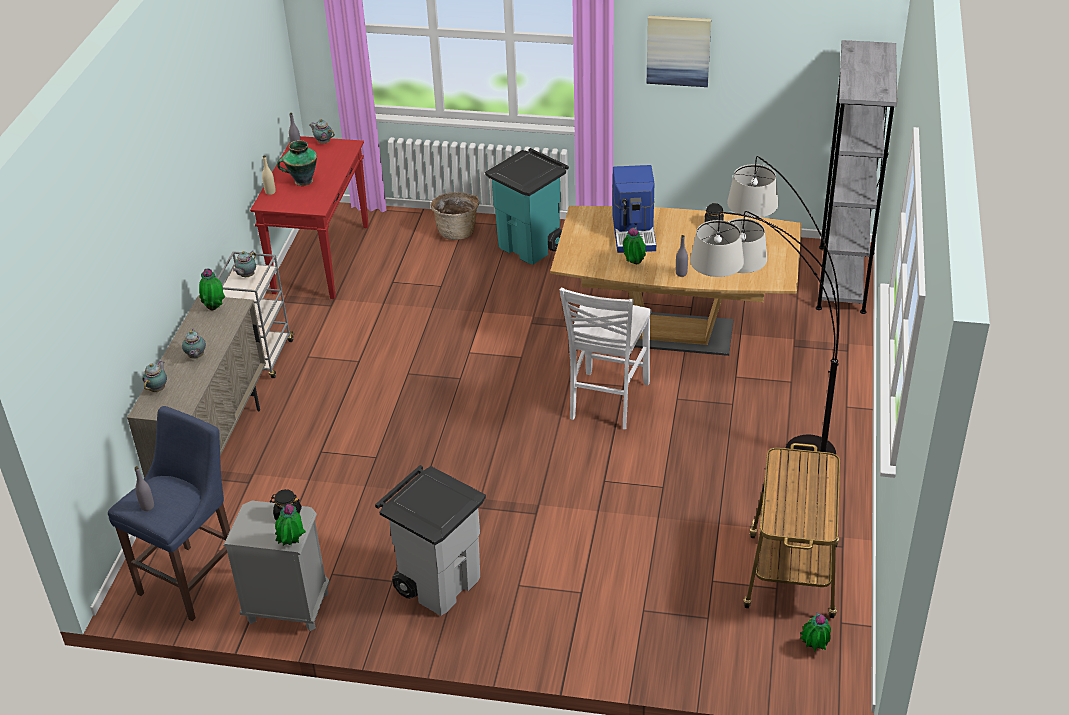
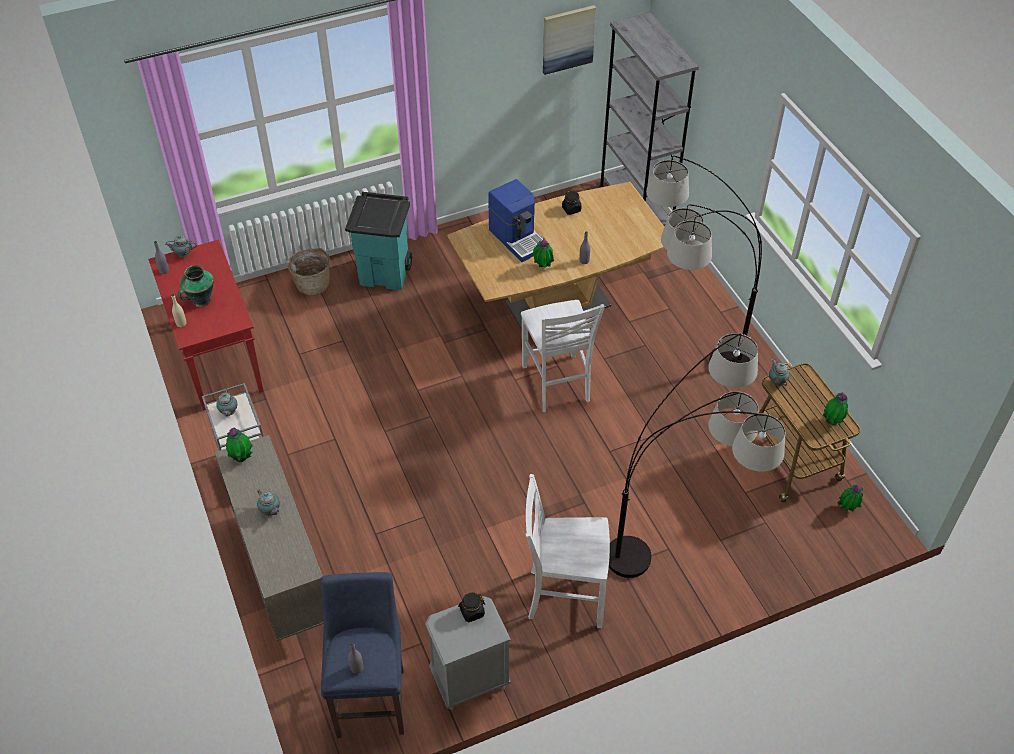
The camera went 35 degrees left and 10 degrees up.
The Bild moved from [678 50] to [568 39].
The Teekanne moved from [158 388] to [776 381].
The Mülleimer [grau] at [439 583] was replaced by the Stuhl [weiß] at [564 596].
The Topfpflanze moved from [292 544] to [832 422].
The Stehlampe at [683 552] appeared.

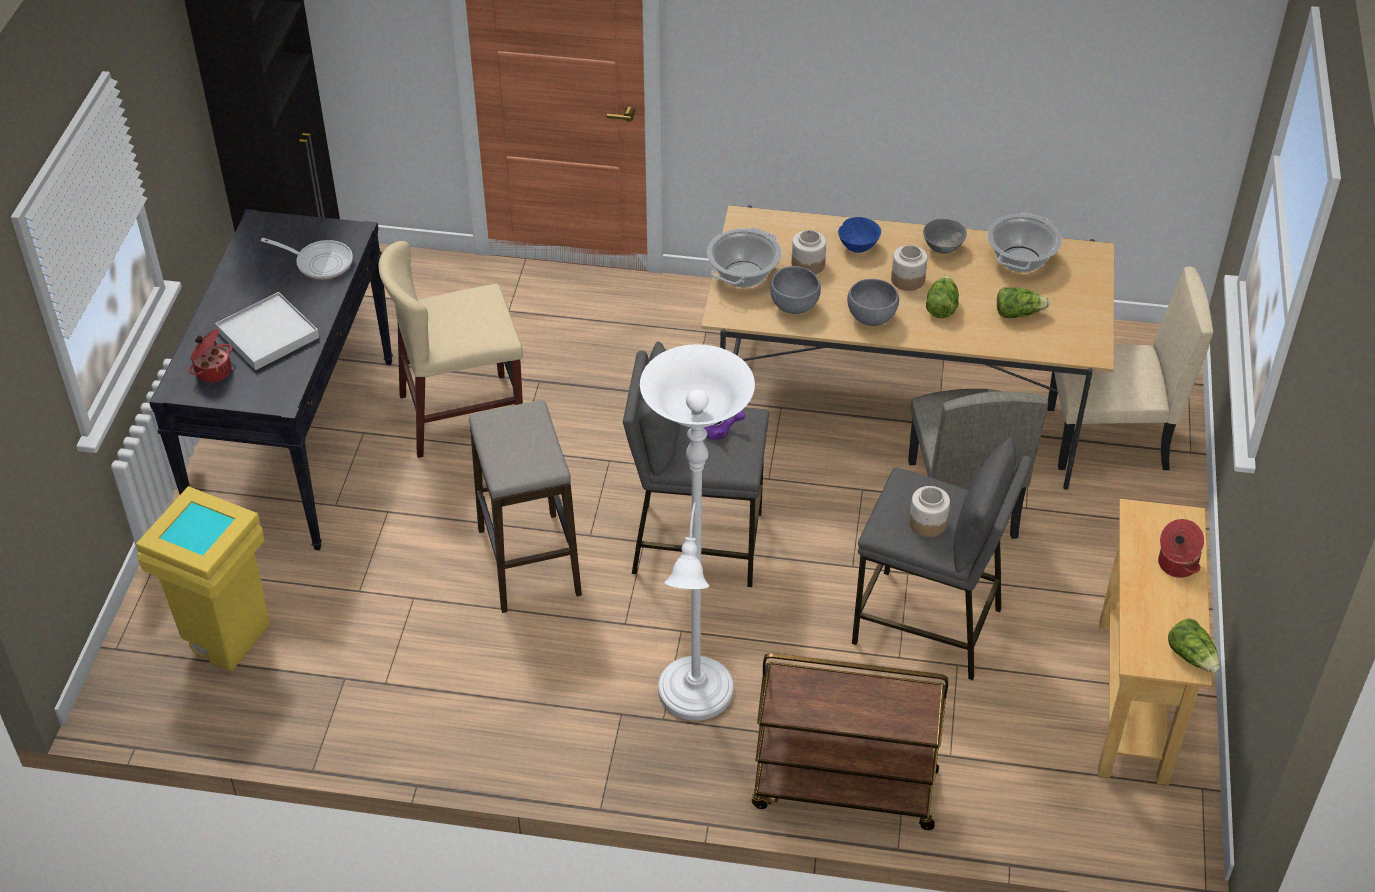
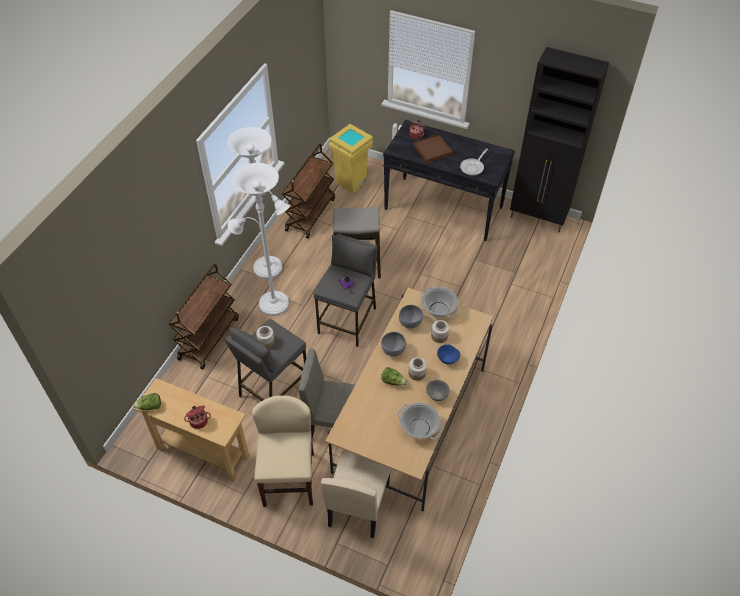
The camera went 105 degrees right and 5 degrees up.
The Stuhl [beige] moved from [462 414] to [289 479].
The Salatkopf at [1018 313] disappeared.
The Tablett [weiß] at [267 334] became the Tablett [braun] at [432 150].
The Stehlampe [weiß] at [271 269] appeared.
The Rollwagen [braun] at [310 214] appeared.

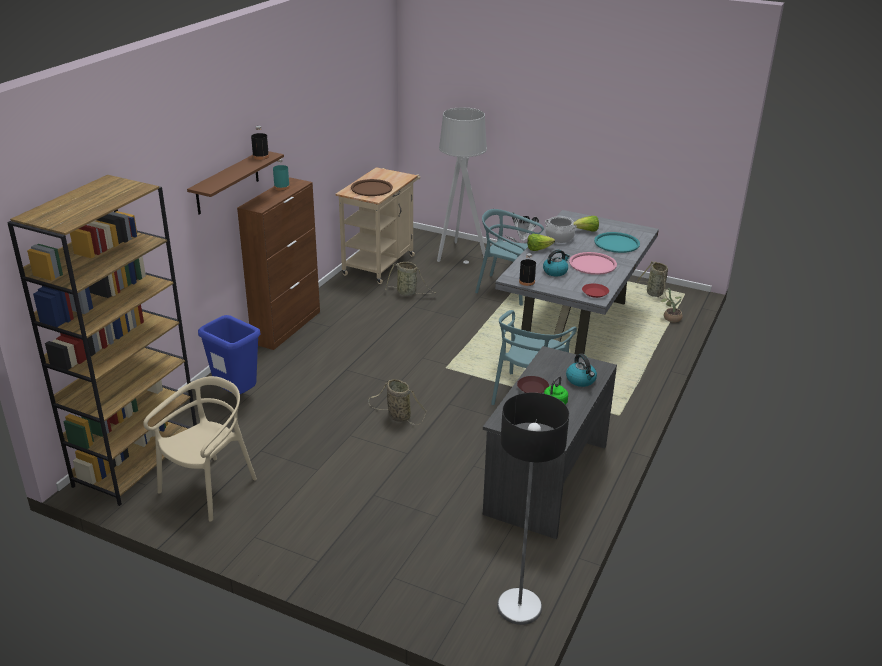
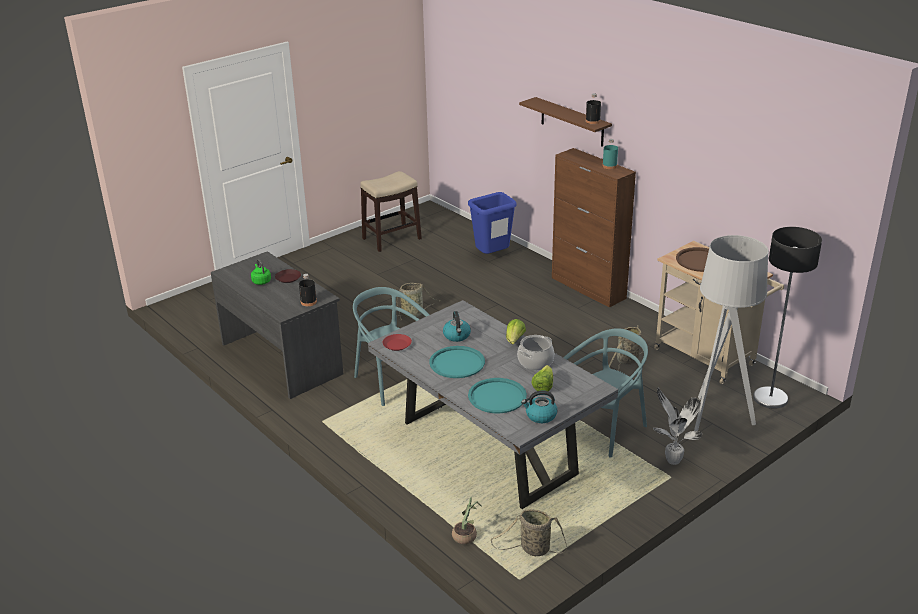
The camera went 115 degrees right and 0 degrees up.
The Bücherregal [braun] at [137 461] disappeared.
The Tablett [rosa] at [592 264] became the Tablett [türkis] at [457 363].
The Flasche [schwarz] moved from [527 282] to [308 302].
The Wasserkessel moved from [581 380] to [540 416].
The Stuhl [beige] at [209 488] was replaced by the Hocker at [391 239].
The Stehlampe moved from [519 607] to [770 398].

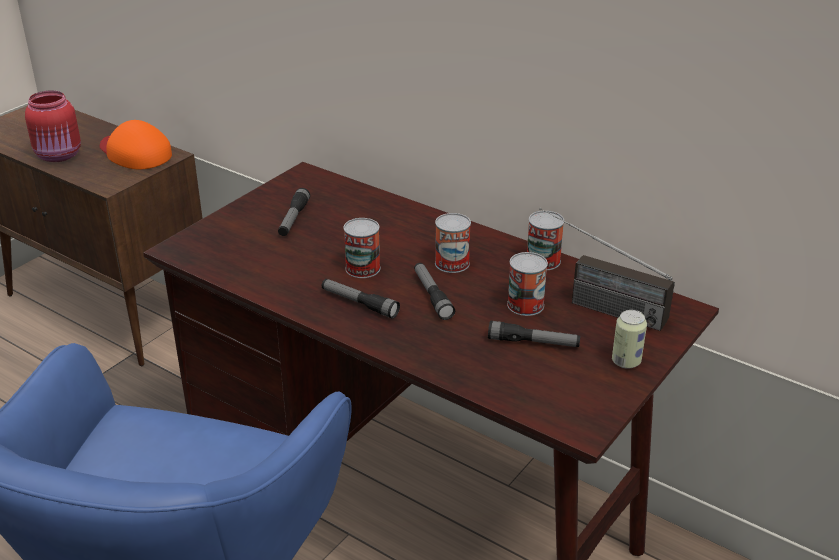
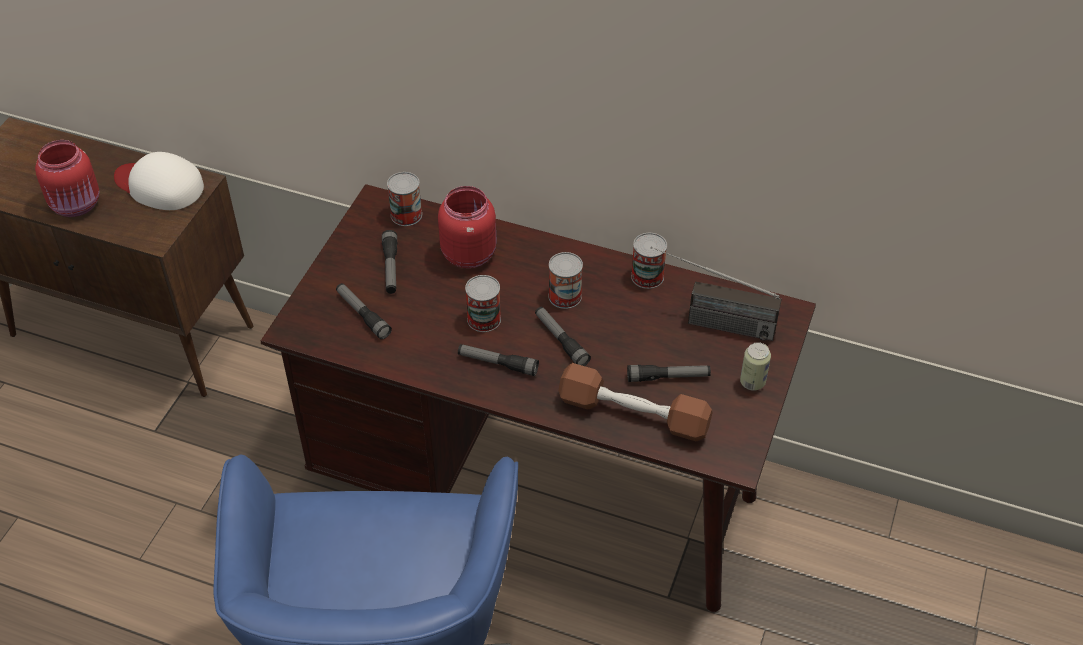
The camera went 15 degrees left and 15 degrees up.
The Kappe [orange] at [134 153] became the Kappe [weiß] at [159 185].
The Dose moved from [525 305] to [406 215].
The Vorratsglas [rot] at [469 253] appeared.
The Taschenlampe at [362 315] appeared.
The Hantel [braun] at [633 414] appeared.

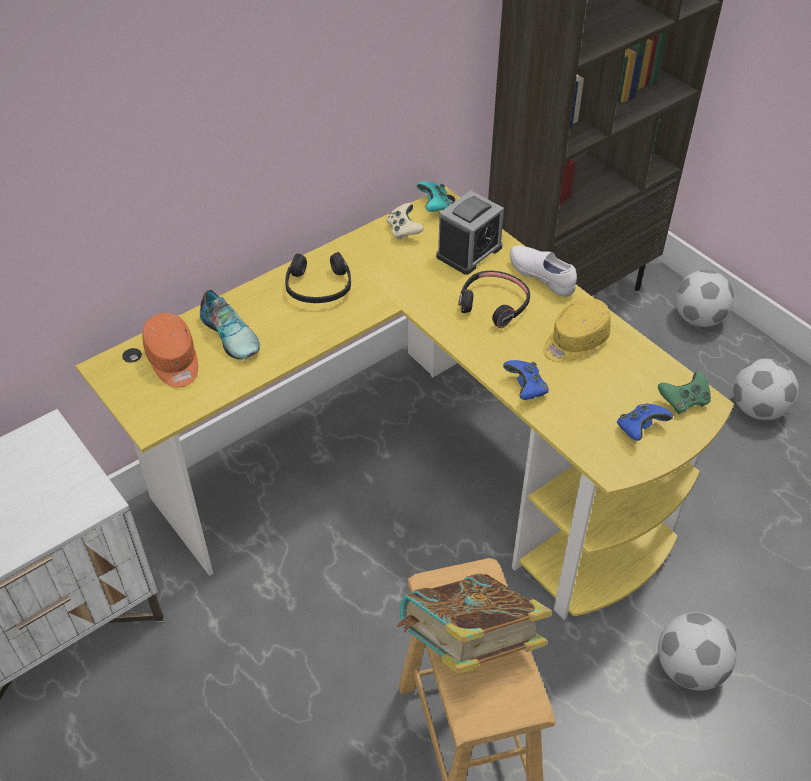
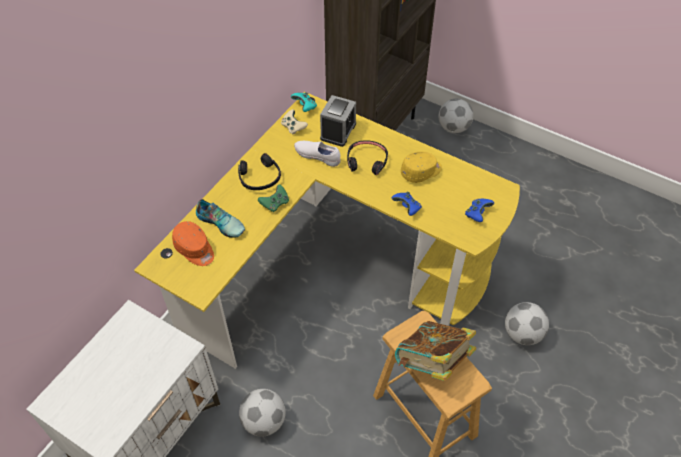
The camera went 20 degrees left and 5 degrees up.
The Schuh [weiß] moved from [542 277] to [318 157].
The Kappe [gelb] at [574 342] turned 150 degrees counterclockwise.
The Fußball moved from [758 409] to [264 421].
The Gamepad [grün] moved from [683 401] to [275 204].

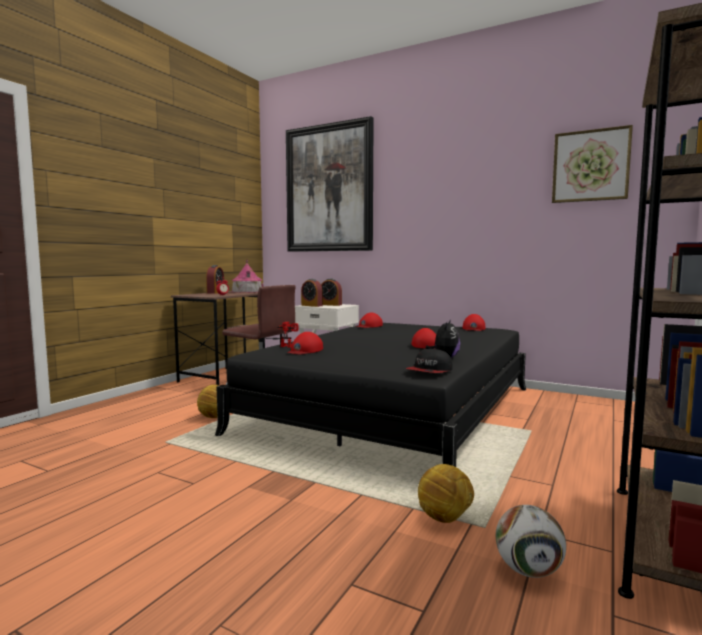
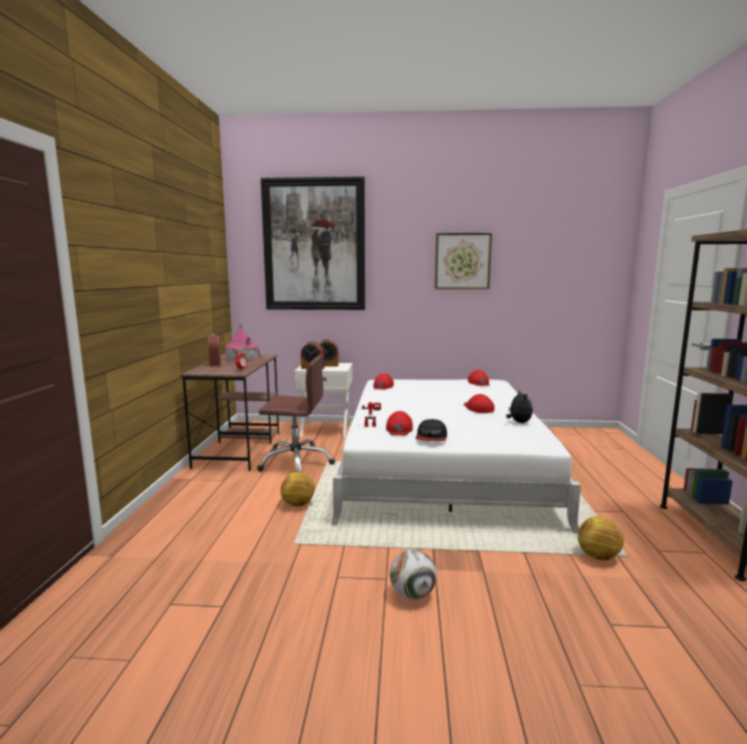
The camera went 25 degrees left and 5 degrees up.
The Bild moved from [590 166] to [462 261].
The Bett [schwarz] at [394 409] became the Bett [weiß] at [441 465].
The Kappe moved from [430 371] to [431 438].
The Fußball moved from [528 570] to [413 594].

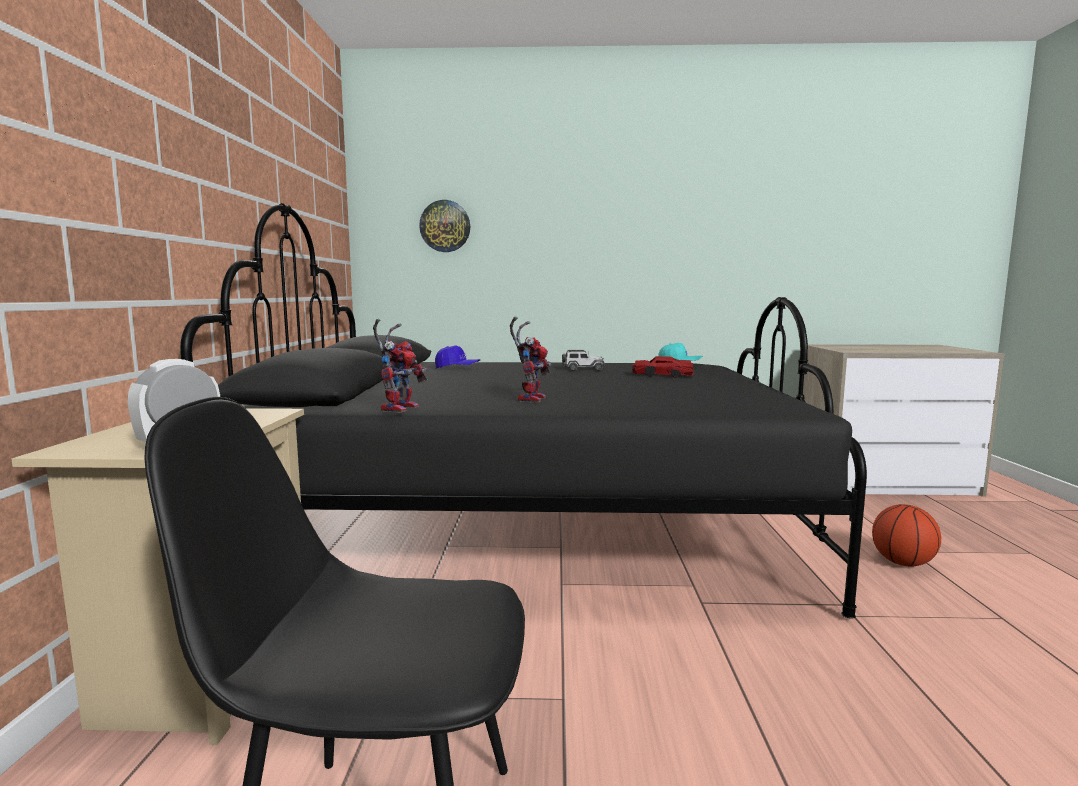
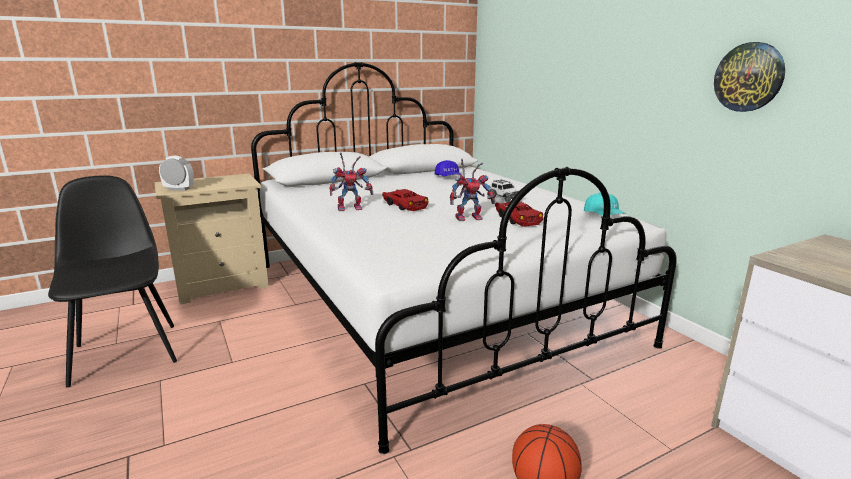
The camera went 60 degrees right and 10 degrees up.
The Wanduhr moved from [445 226] to [749 77].
The Bett [schwarz] at [533 525] became the Bett [weiß] at [430 301].
The Spielzeugroboter moved from [399 408] to [470 217].
The Spielzeugauto [rot] at [404 206] appeared.

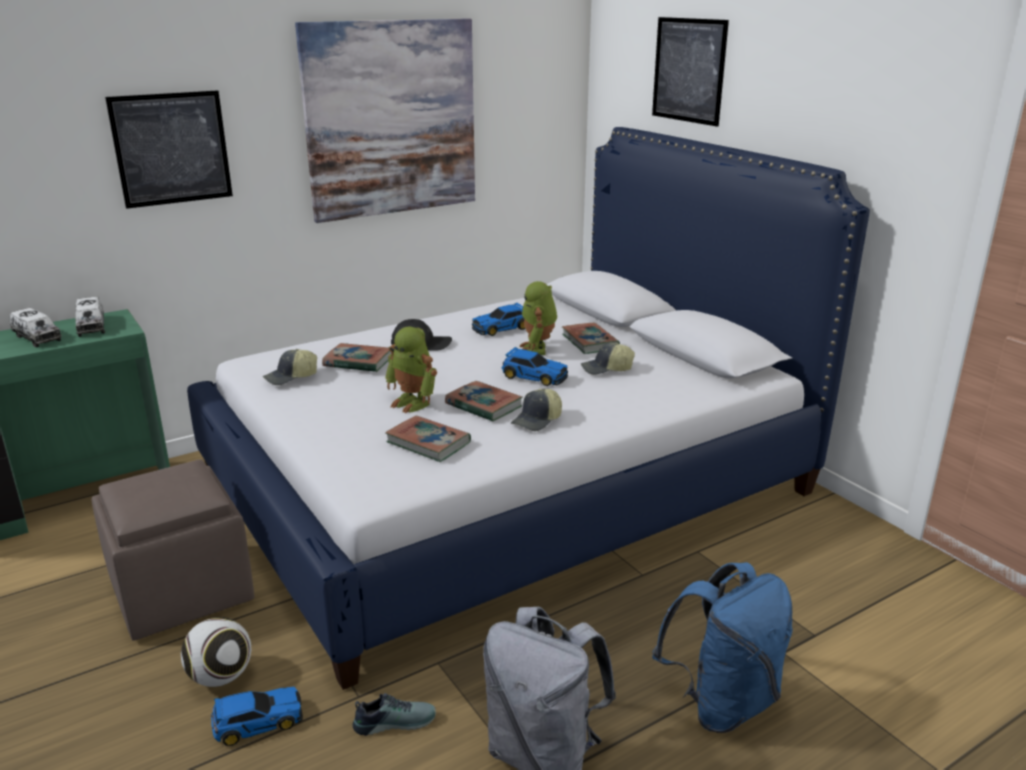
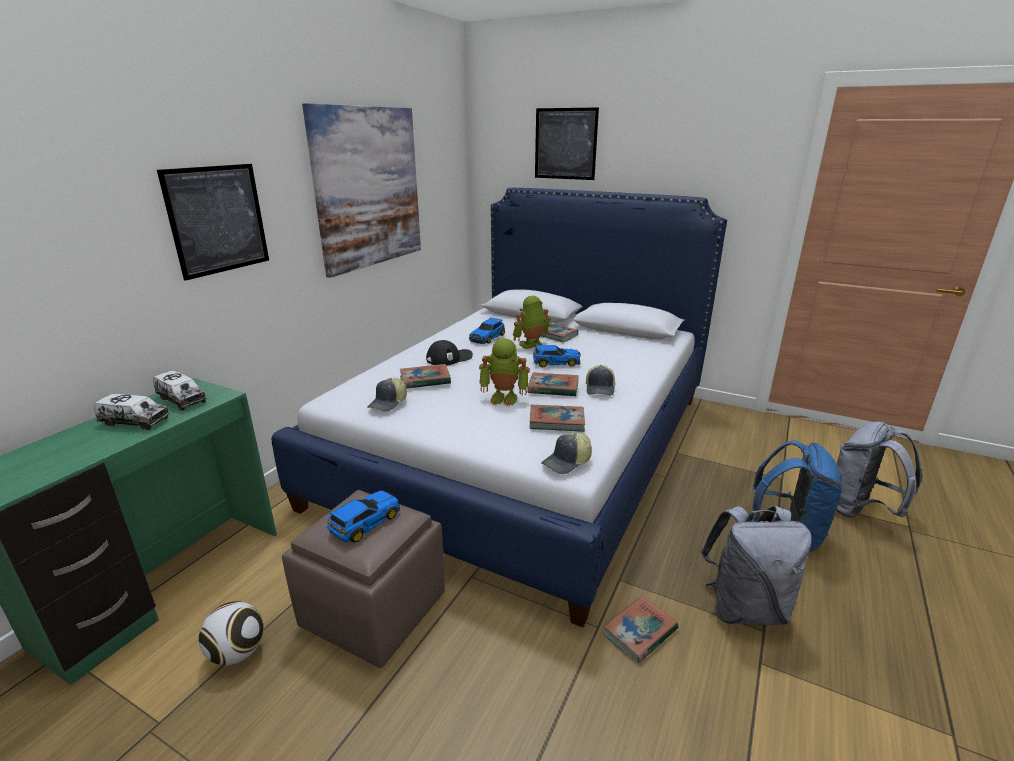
The camera went 30 degrees left and 0 degrees up.
The Spielzeugroboter at [538 349] turned 90 degrees clockwise.
The Kappe moved from [606 369] to [567 462].
The Fußball moved from [220 676] to [237 652].
The Spielzeugauto moved from [256 722] to [364 523].
The Schuh at [394 721] was replaced by the Buch at [640 632].
The Rucksack [grau] at [860 510] appeared.

